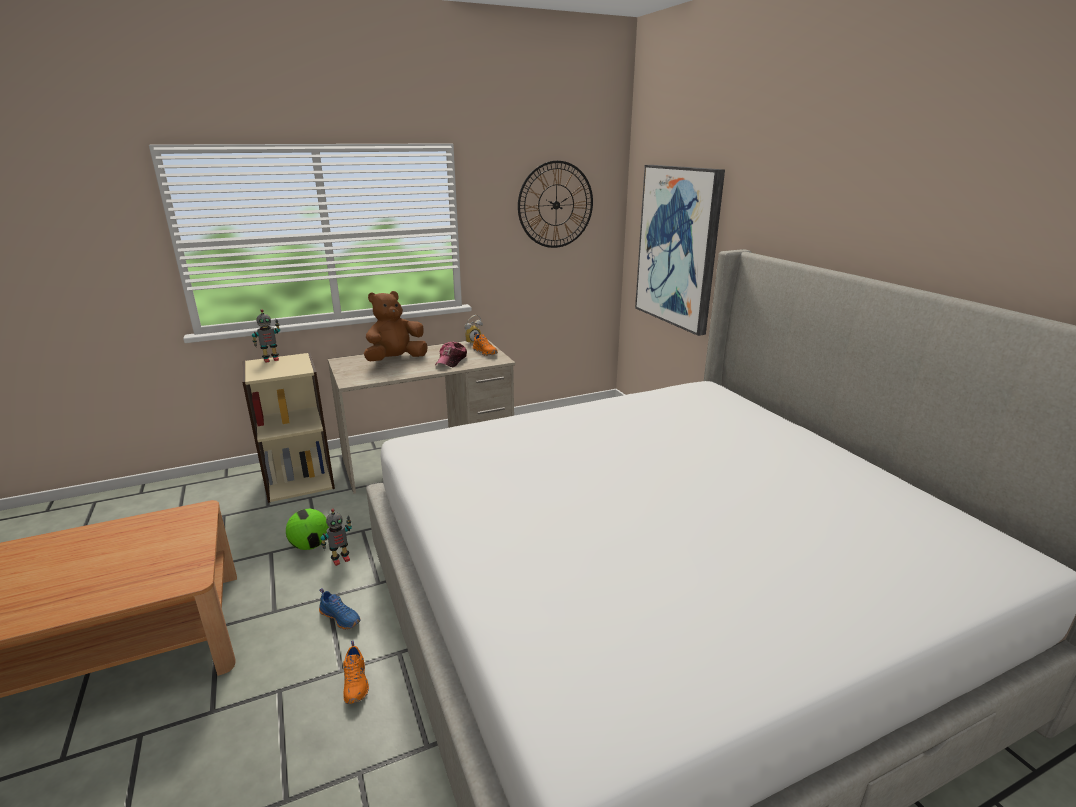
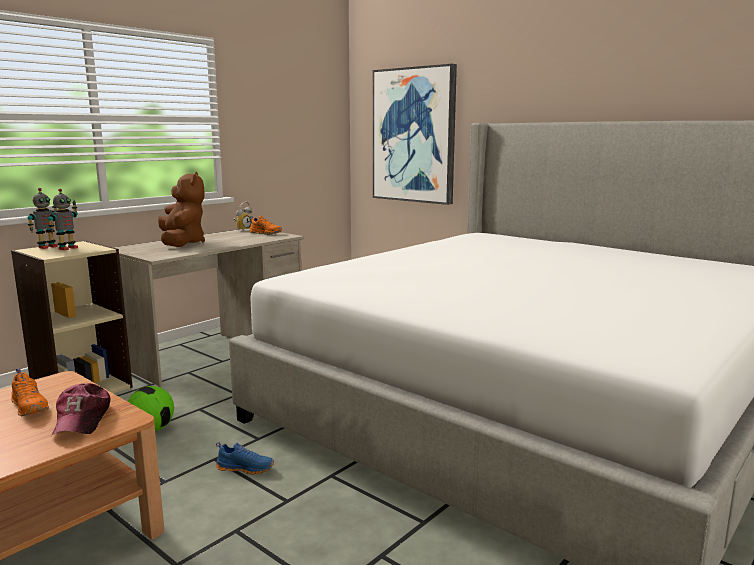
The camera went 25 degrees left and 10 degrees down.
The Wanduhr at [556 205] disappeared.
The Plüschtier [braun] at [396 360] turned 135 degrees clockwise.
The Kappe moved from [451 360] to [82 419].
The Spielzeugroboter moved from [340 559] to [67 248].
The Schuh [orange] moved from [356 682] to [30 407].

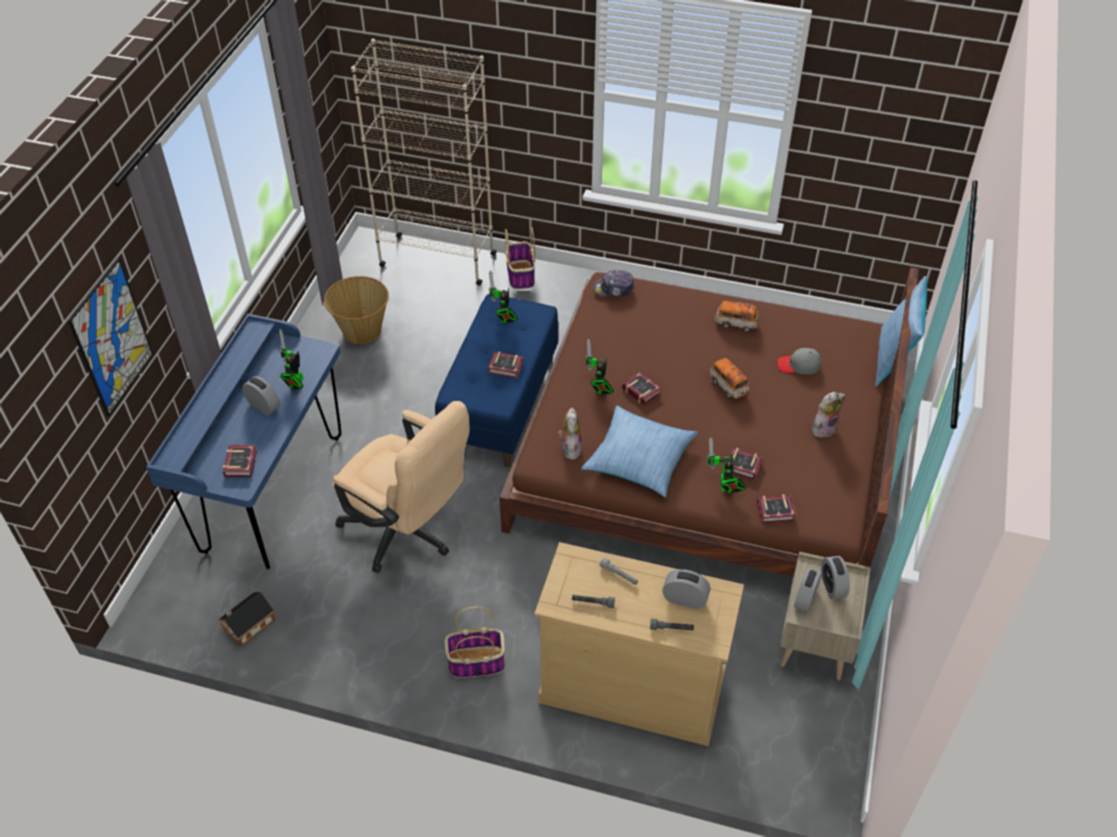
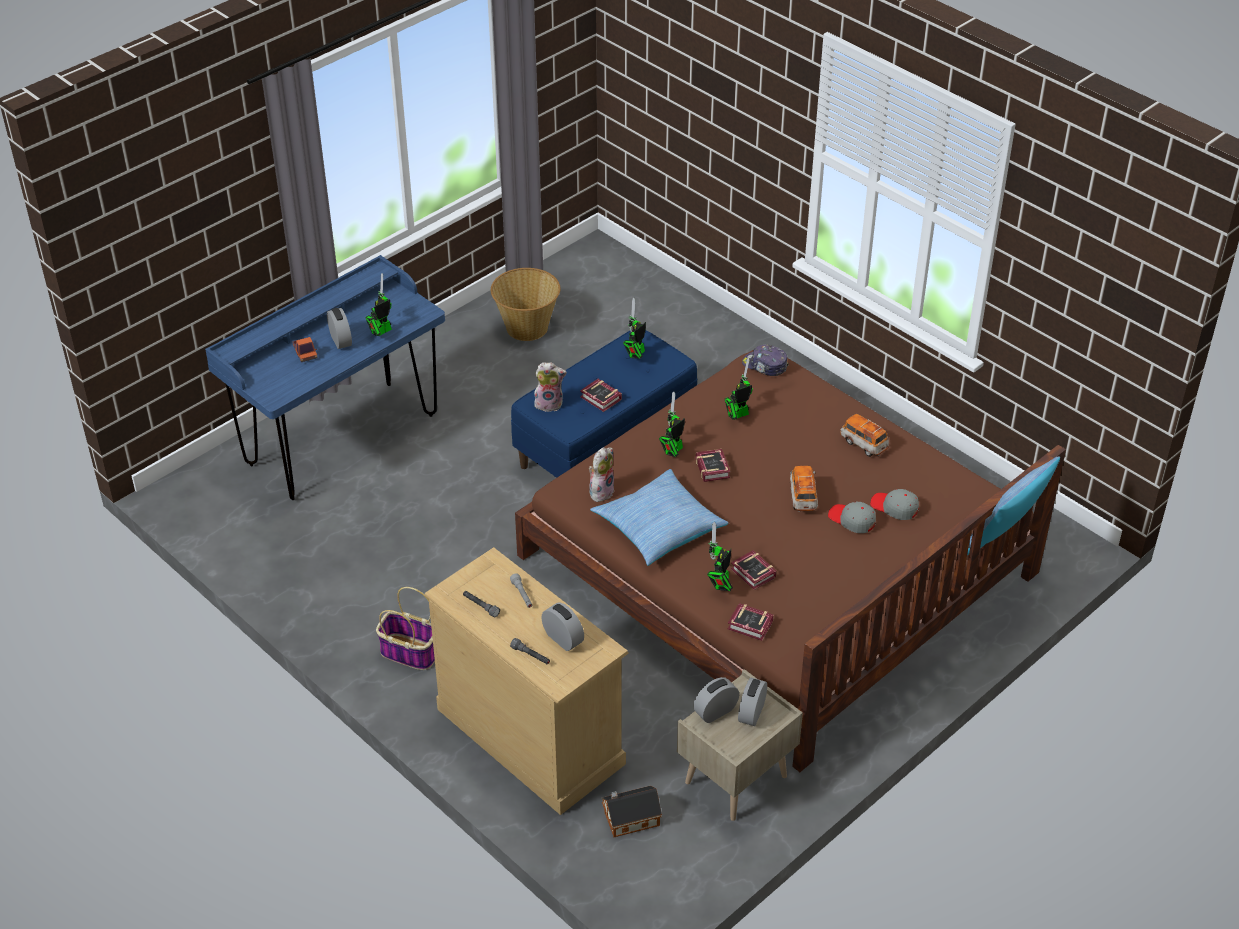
The camera went 30 degrees right and 5 degrees down.
The Bücherregal [beige] at [437 259] disappeared.
The Korb at [520 275] disappeared.
The Bild at [112 338] disappeared.
The Plüschtier moved from [823 428] to [549 403].
The Bürostuhl [beige] at [407 532] disappeared.
The Buch at [242 462] disappeared.
The Spielzeughaus moved from [247 626] to [629 819].
The Spielzeuglaster at [305 353] appeared.
The Spielzeugroboter at [737 415] appeared.
The Kappe [grau] at [852 520] appeared.

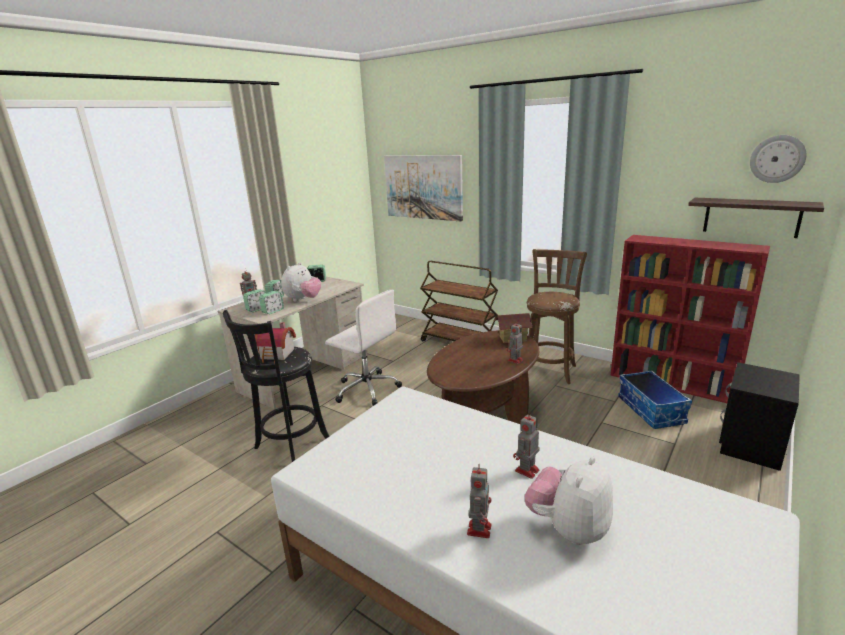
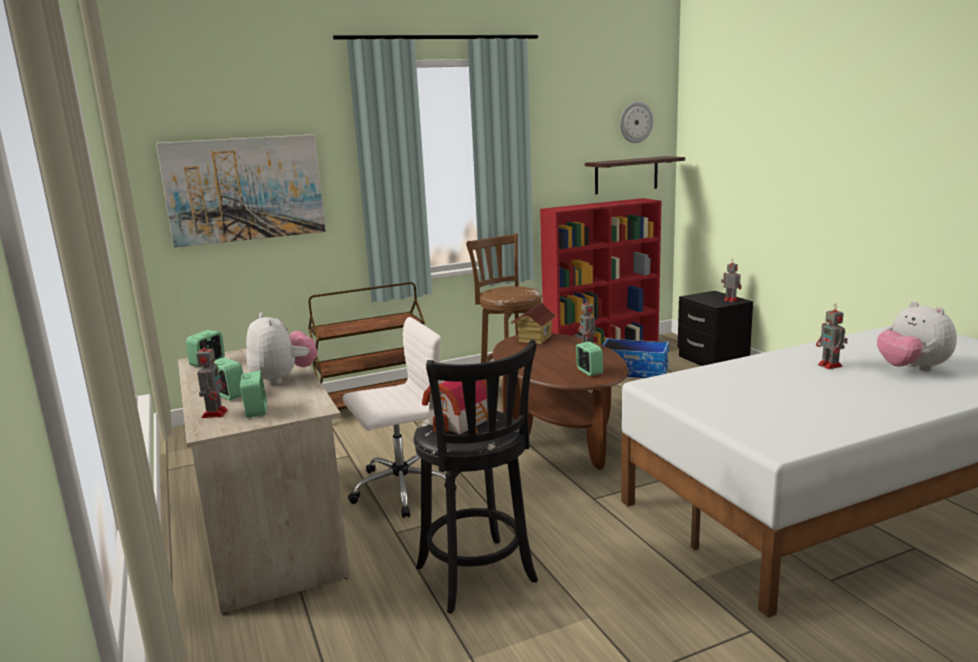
The camera went 60 degrees left and 5 degrees down.
The Wecker moved from [273 311] to [589 371].
The Spielzeugroboter moved from [479 528] to [730 300].

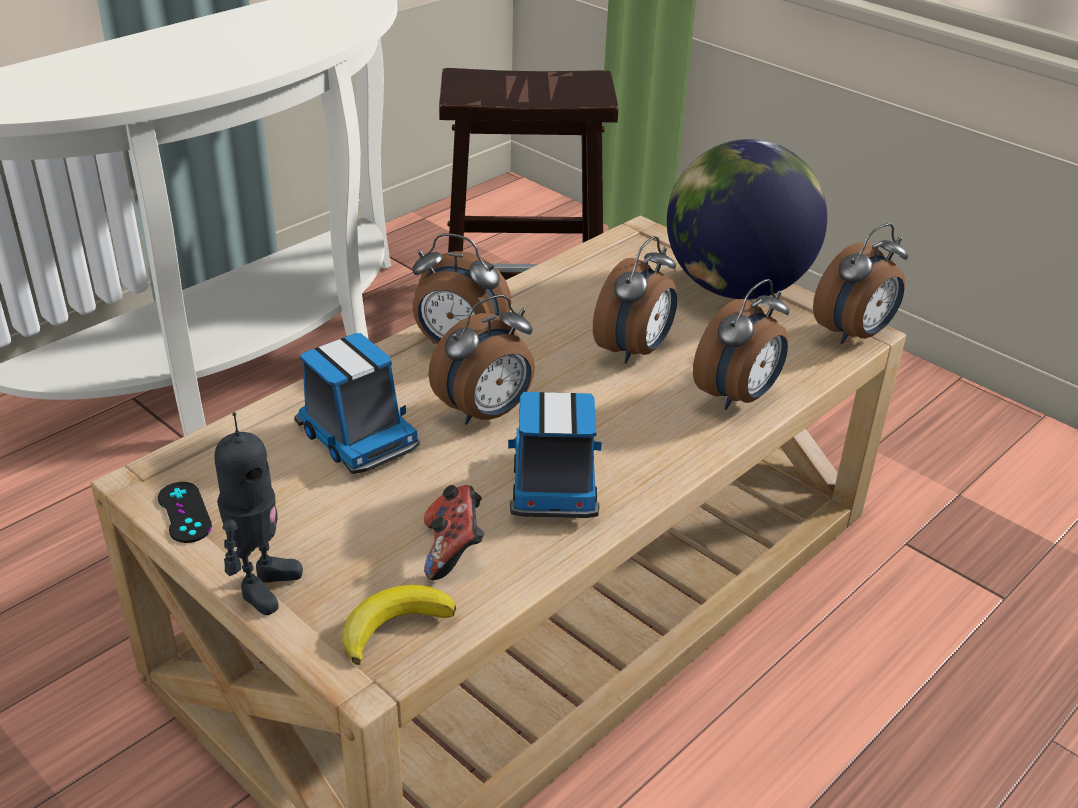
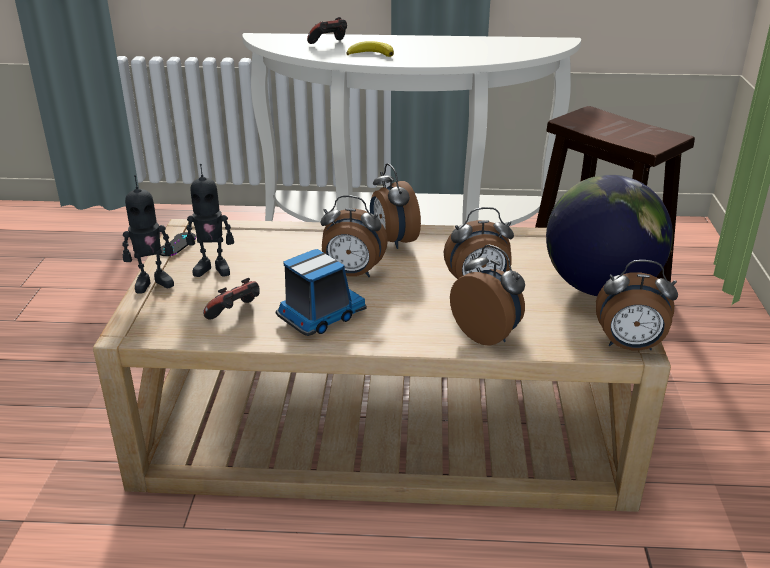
The camera went 50 degrees right and 5 degrees down.
The Wecker at [738 397] turned 135 degrees counterclockwise.
The Spielzeuglaster at [356 436] disappeared.
The Banane moved from [394 625] to [371 54].
The Gamepad at [329 44] appeared.
The Spielzeugroboter at [213 268] appeared.

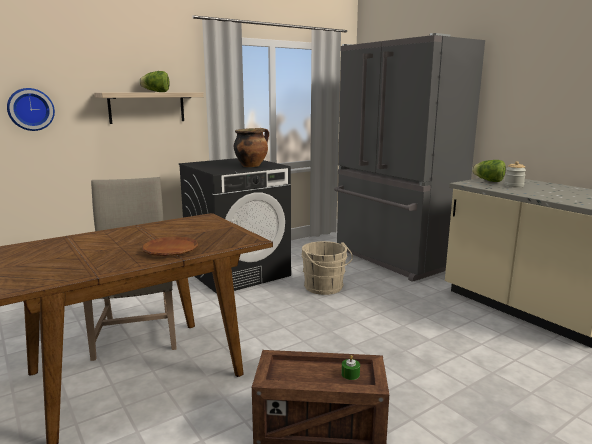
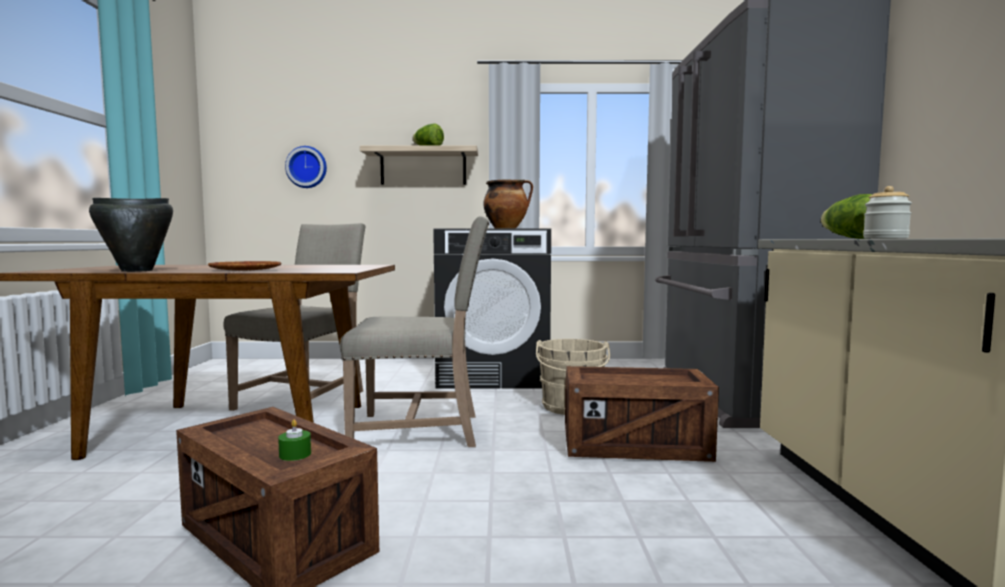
The camera went 35 degrees right and 10 degrees down.
The Kochtopf [schwarz] at [137 270] appeared.
The Stuhl [beige] at [421 431] appeared.
The Kiste at [634 446] appeared.

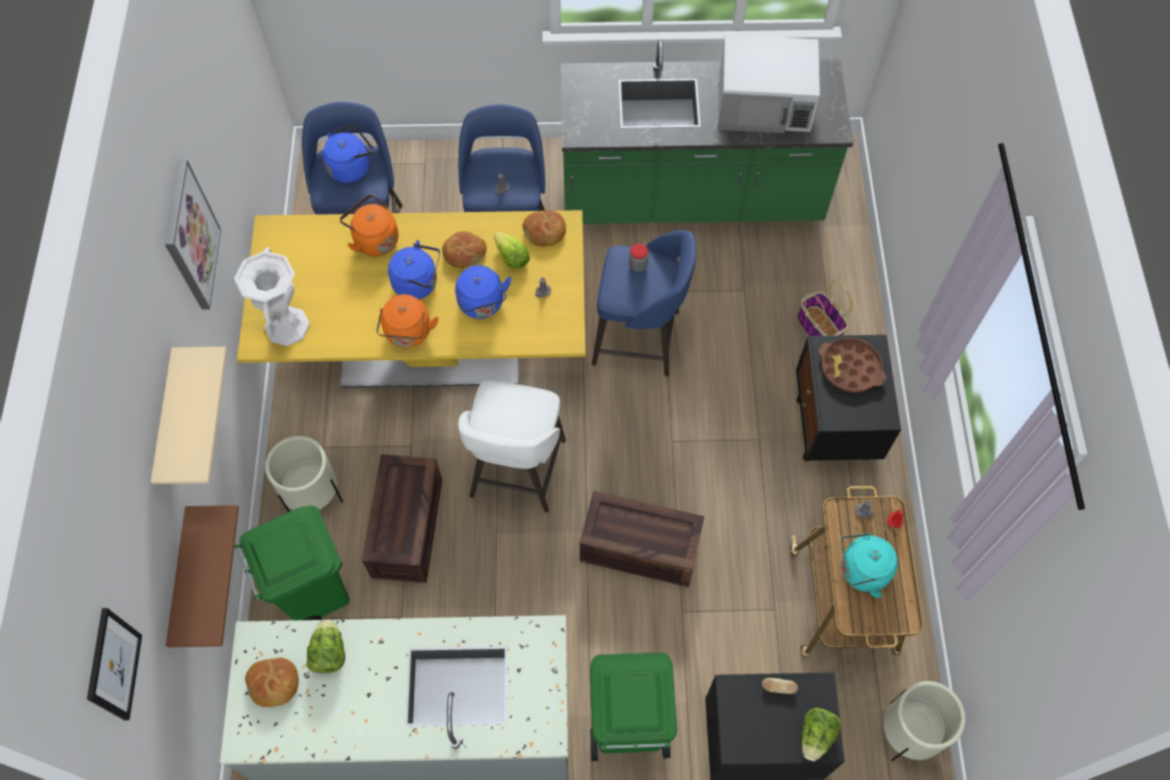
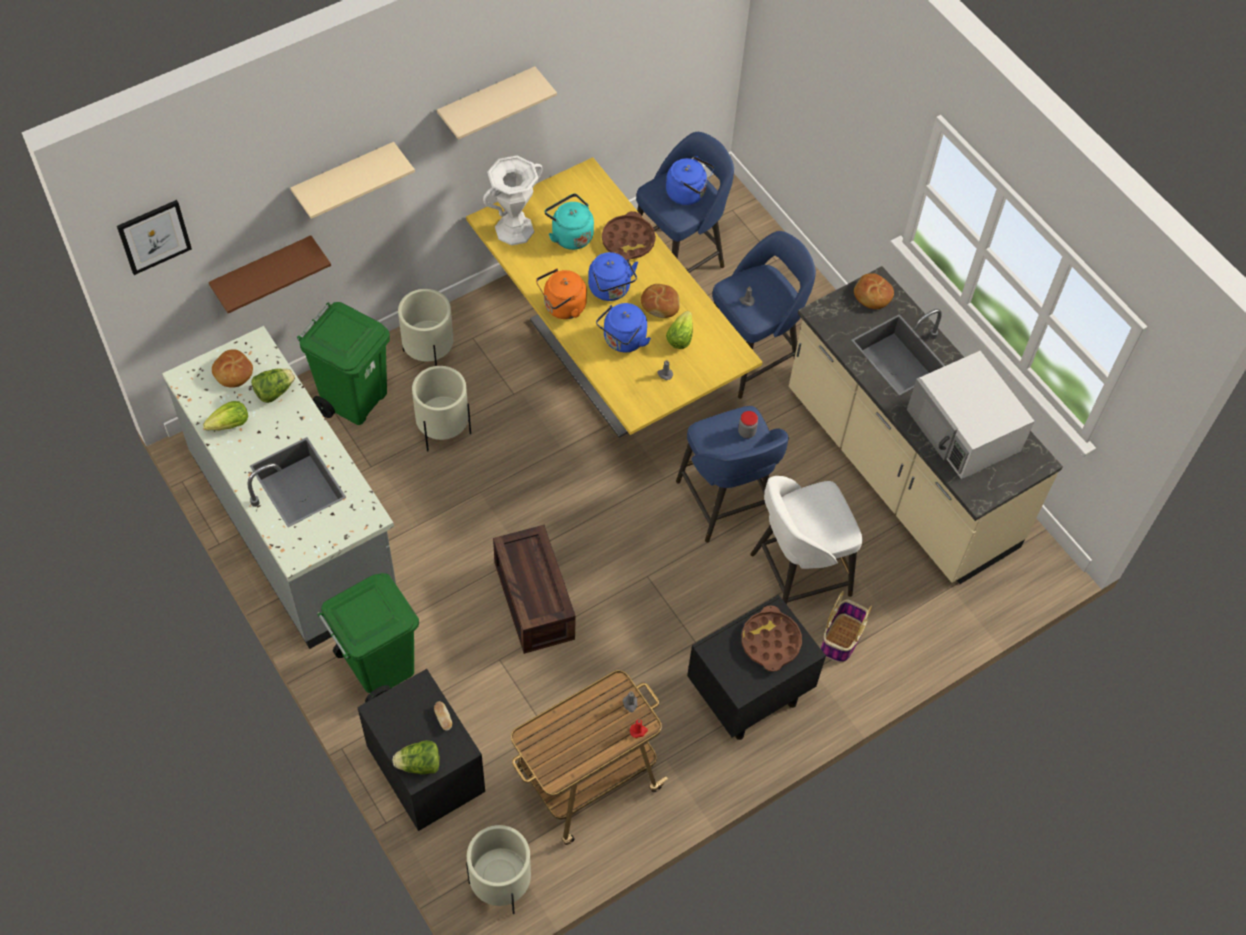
The camera went 55 degrees right and 5 degrees down.
The Küchenzeile [grün] at [691 198] became the Küchenzeile [beige] at [899 471].
The Bild at [190 236] was replaced by the Wandregal [beige] at [487 102].
The Wasserkessel [orange] at [374 239] was replaced by the Tablett [braun] at [628 241].
The Brot moved from [545 232] to [872 295].
The Hocker [weiß] moved from [516 471] to [797 575].
The Kiste at [409 529] was replaced by the Pflanzkübel [beige] at [443 432].
The Wasserkessel [türkis] moved from [861 571] to [570 235].
The Salatkopf at [230 424] appeared.

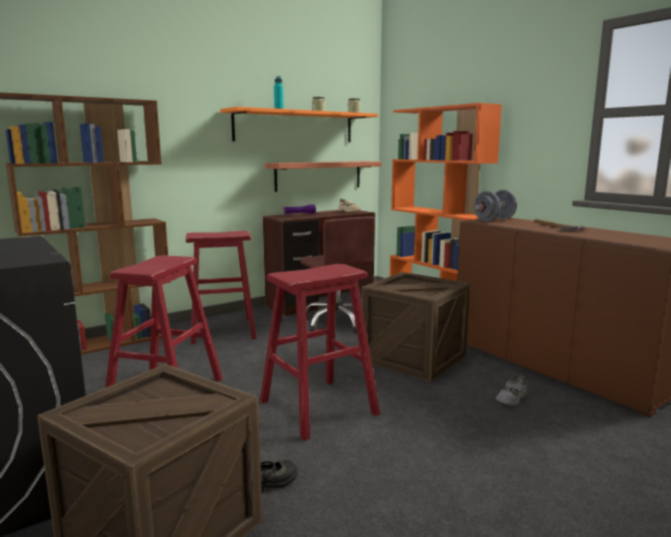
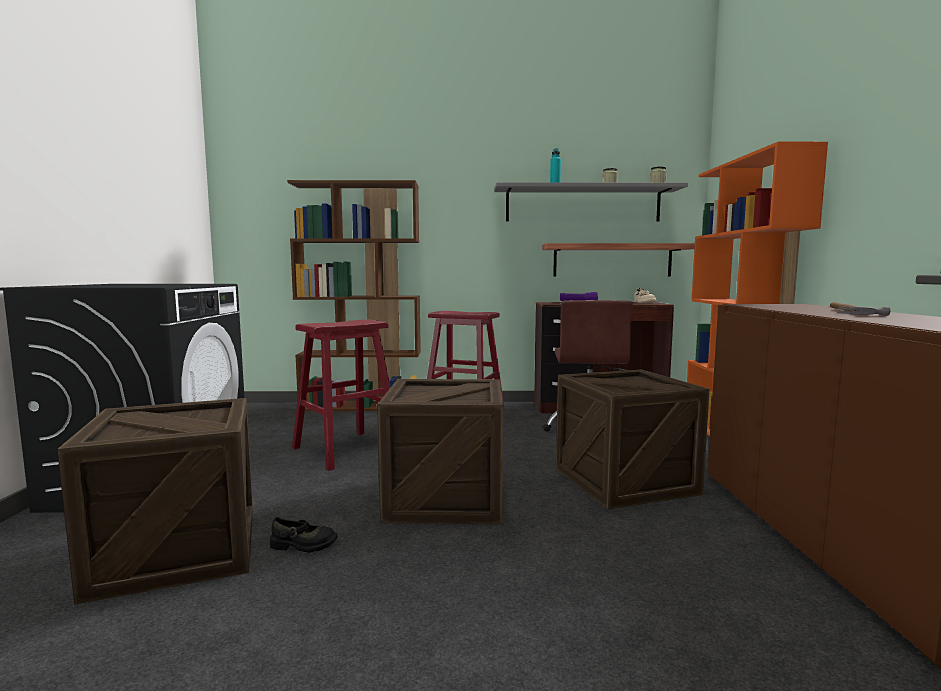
The camera went 35 degrees right and 5 degrees down.
The Wandregal [orange] at [295 127] became the Wandregal [grau] at [583 205].
The Hantel [grau] at [494 220] disappeared.
The Hocker [rot] at [318 407] was replaced by the Kiste at [445 497].
The Schuh [grau] at [511 398] disappeared.

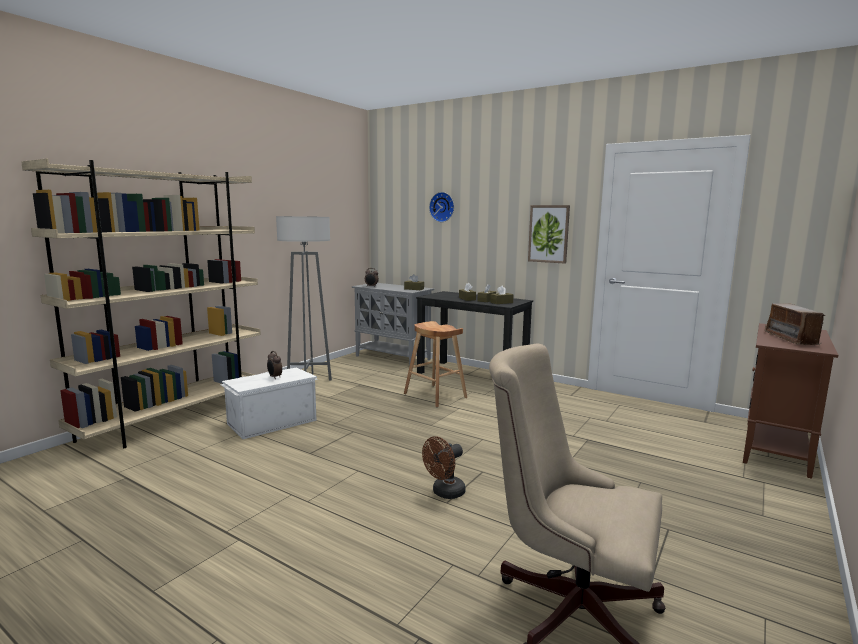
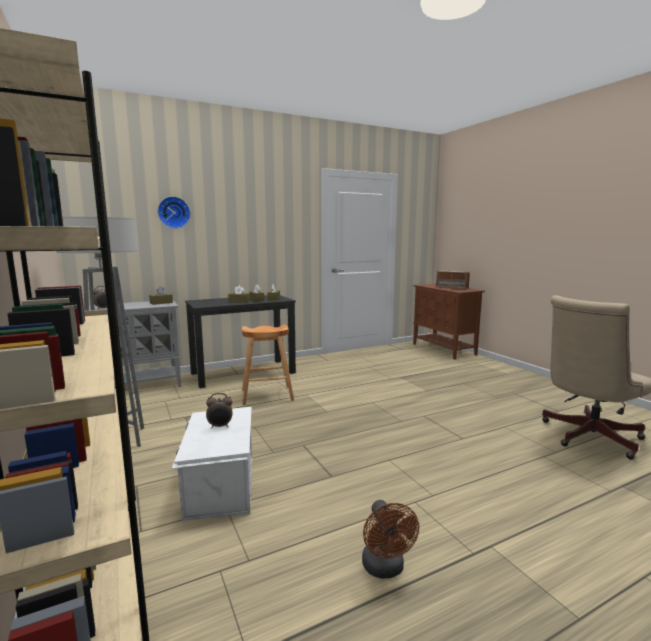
The camera went 60 degrees left and 0 degrees up.
The Bild at [548 234] disappeared.
The Ventilator [braun] moved from [445 493] to [385 569].

